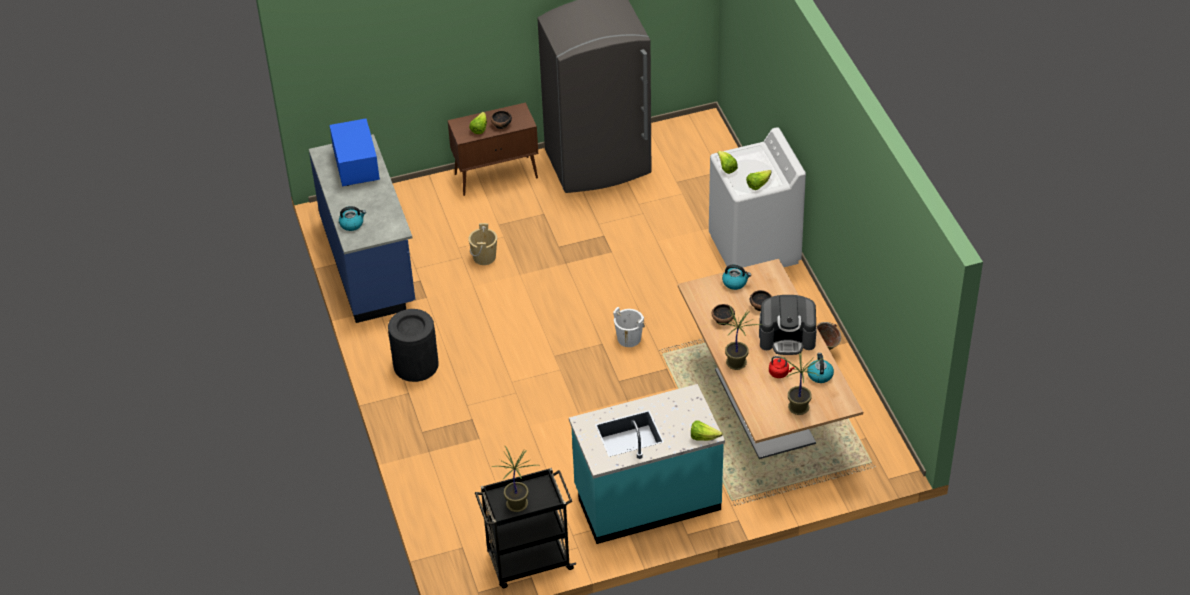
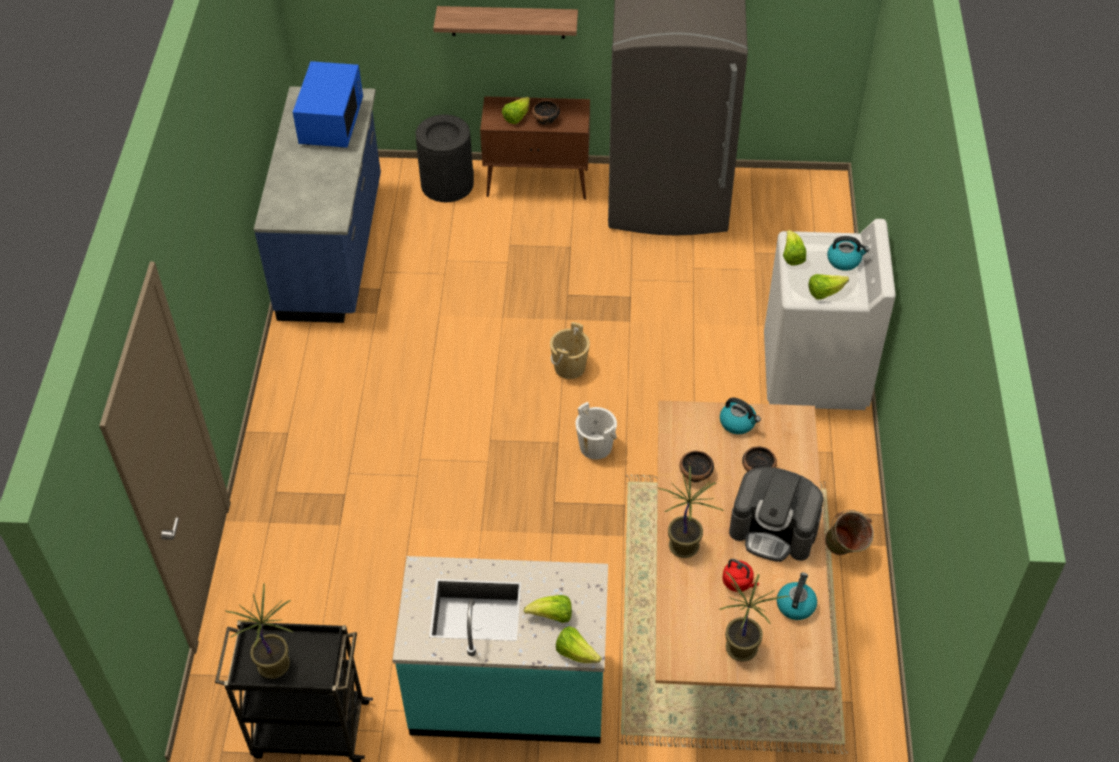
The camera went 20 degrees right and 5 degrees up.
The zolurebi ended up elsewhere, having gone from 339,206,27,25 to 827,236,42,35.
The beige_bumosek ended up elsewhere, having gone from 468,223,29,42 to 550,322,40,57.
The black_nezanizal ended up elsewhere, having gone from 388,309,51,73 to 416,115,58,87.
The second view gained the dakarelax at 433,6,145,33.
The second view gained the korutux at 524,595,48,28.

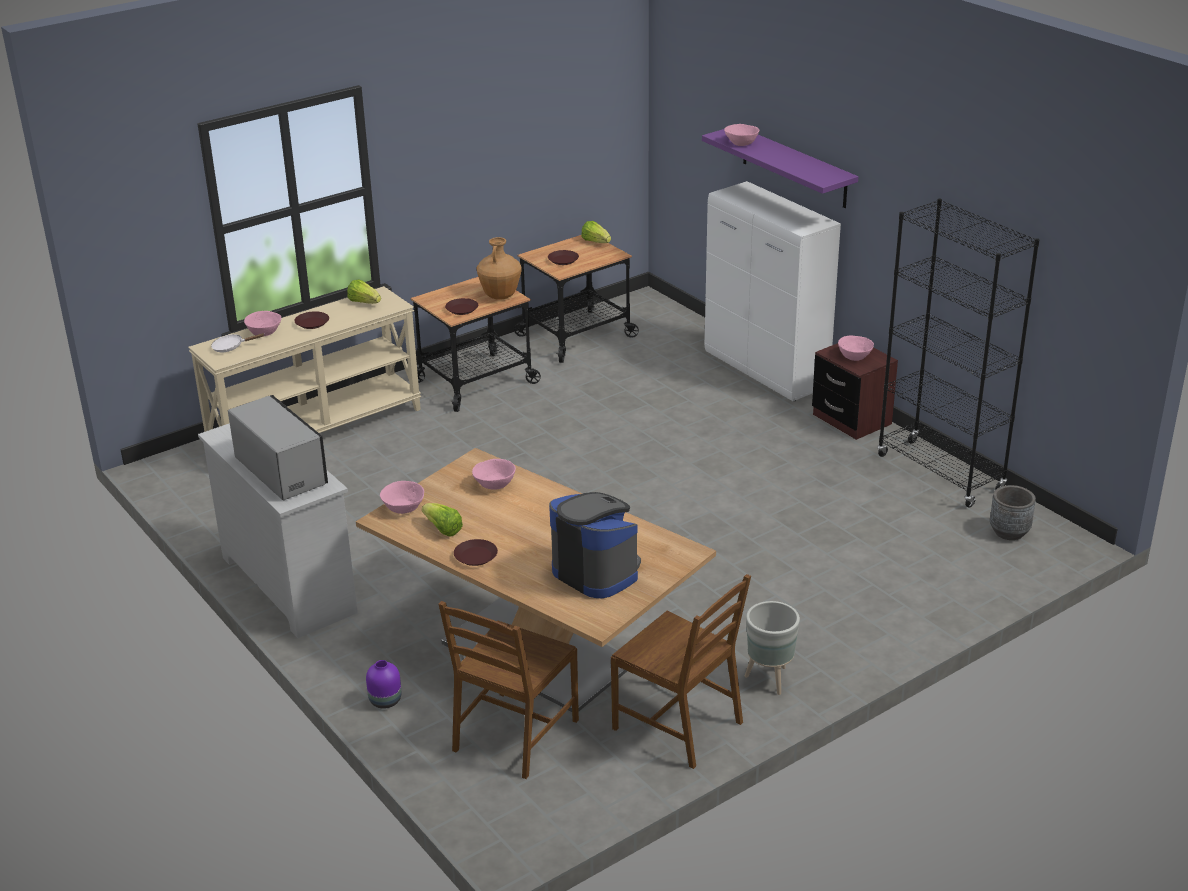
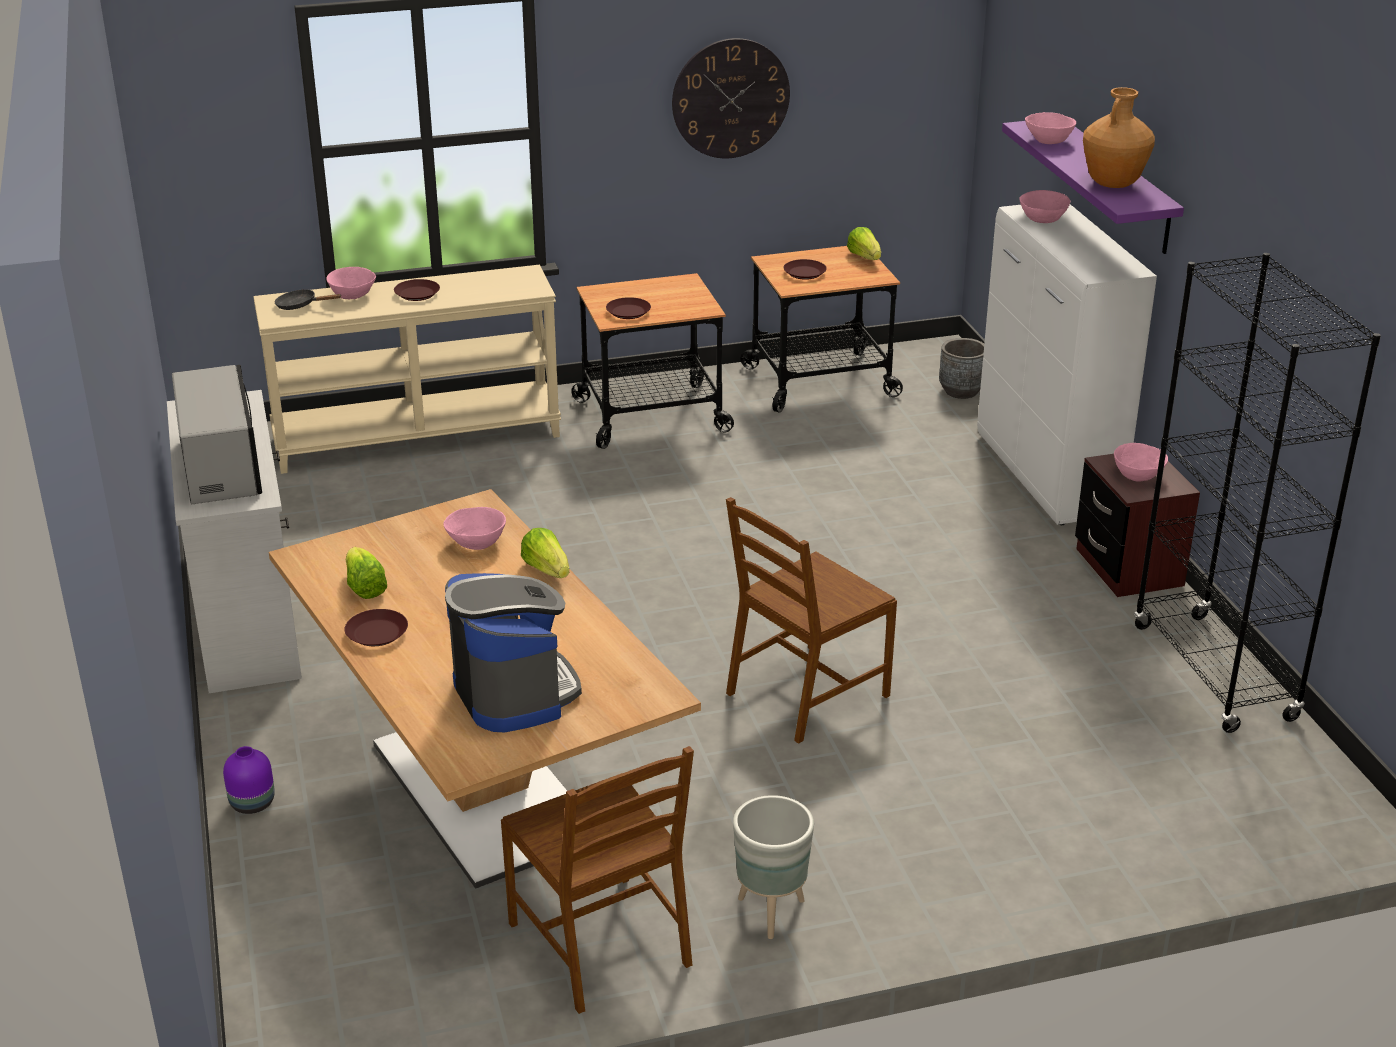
The camera went 20 degrees right and 0 degrees up.
The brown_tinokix ended up elsewhere, having gone from 477,237,45,63 to 1083,87,72,101.
The korutux ended up elsewhere, having gone from 347,279,34,25 to 521,528,49,50.
What was the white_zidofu at 211,333,54,19 turned into the black_zidofu at 275,289,67,21.
The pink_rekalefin ended up elsewhere, having gone from 380,481,44,33 to 1019,190,51,33.
The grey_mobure ended up elsewhere, having gone from 990,485,46,55 to 939,338,45,61.
The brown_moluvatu ended up elsewhere, having gone from 439,601,140,178 to 726,497,171,247.
The second view gained the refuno at 672,38,118,120.

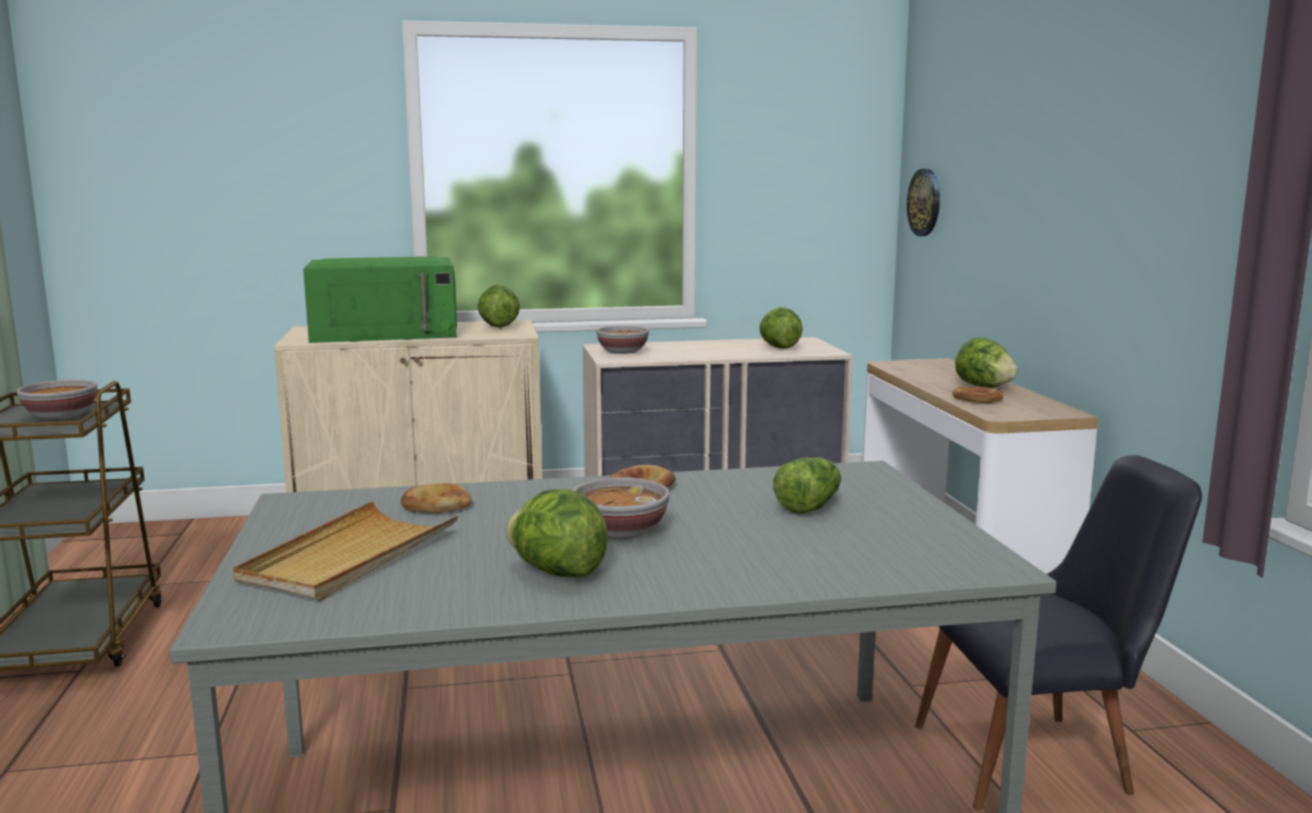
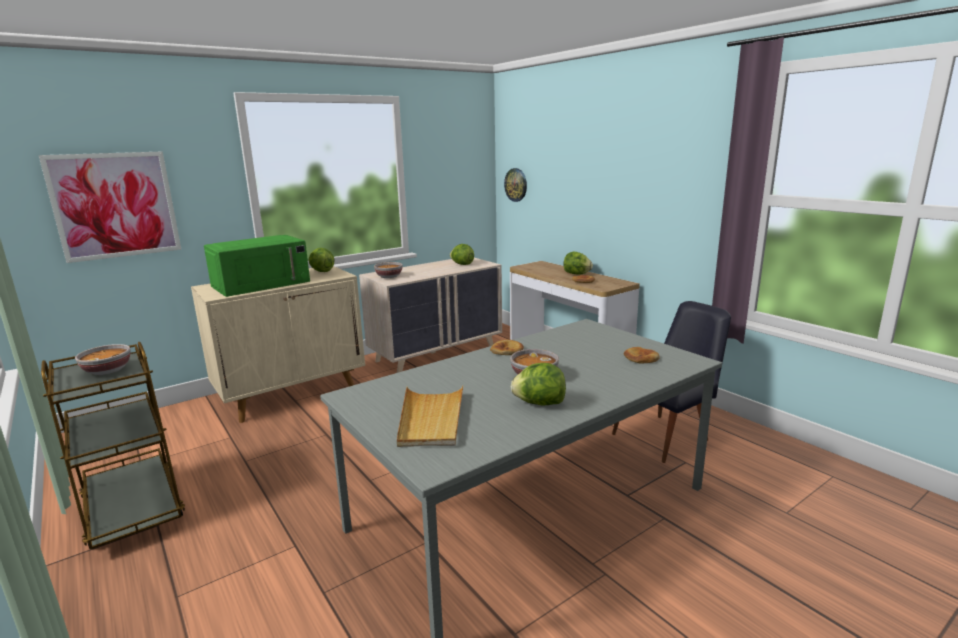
The camera went 25 degrees left and 5 degrees up.
The second view lost the korutux at 773,457,68,57.
The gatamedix ended up elsewhere, having gone from 401,483,71,30 to 624,347,35,17.
The second view gained the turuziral at 39,151,142,112.

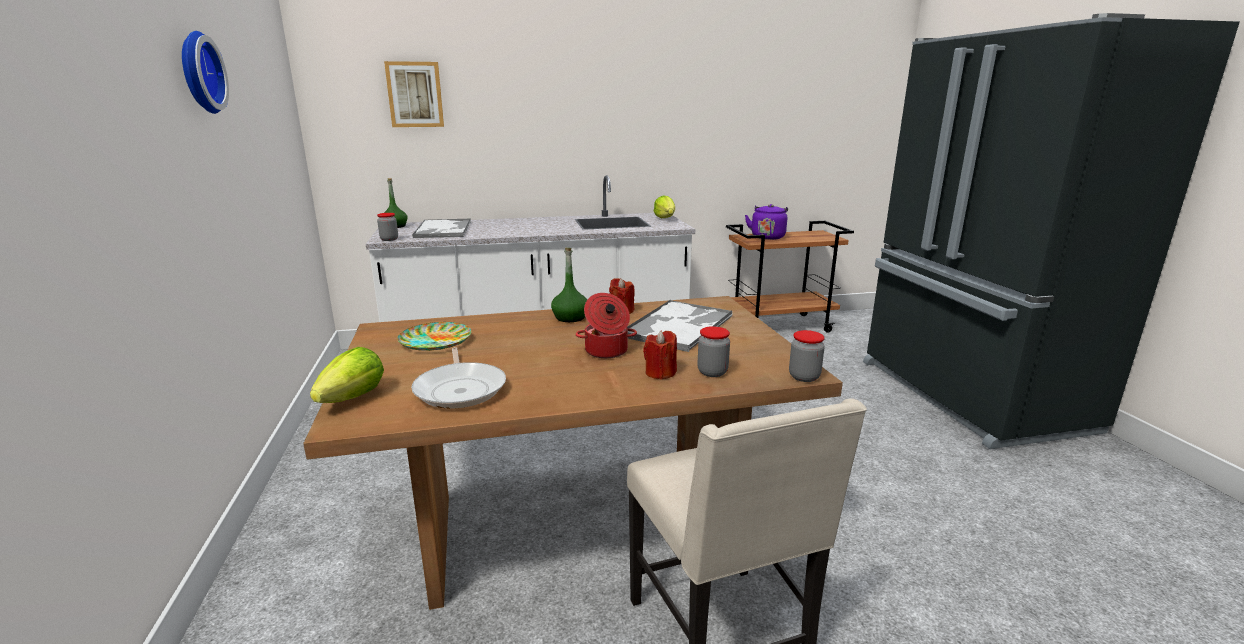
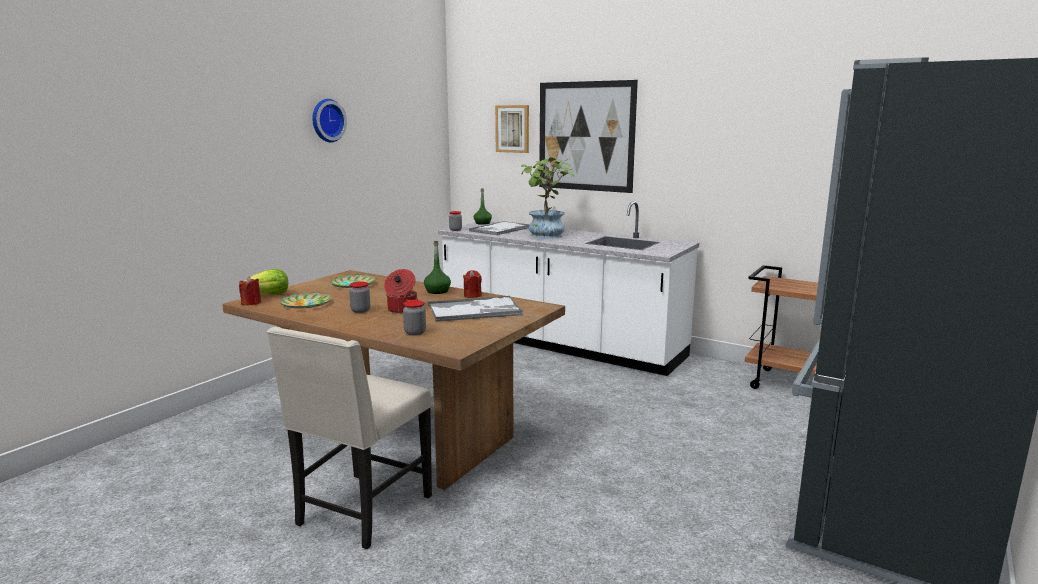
The camera went 45 degrees right and 5 degrees down.
The second view lost the korutux at 653,195,22,23.
The second view lost the purple_zolurebi at 745,204,43,36.
The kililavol ended up elsewhere, having gone from 789,330,36,52 to 349,282,21,31.
The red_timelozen ended up elsewhere, having gone from 643,331,34,49 to 239,276,22,29.
Where the zidofu stood at 411,347,95,61, the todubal came to stand at 280,293,52,16.
The second view gained the turuziral at 539,80,99,113.
The second view gained the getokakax at 521,157,54,81.

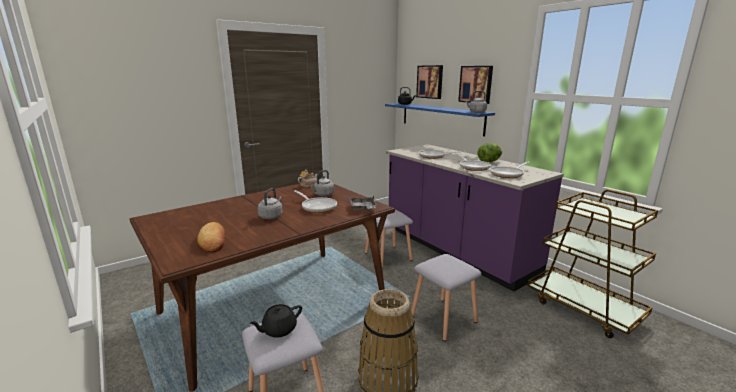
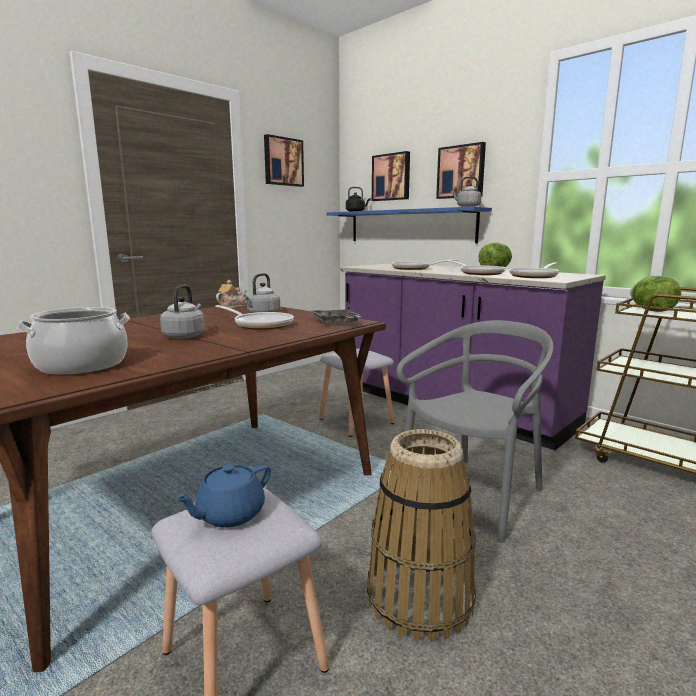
The camera went 10 degrees left and 5 degrees down.
Where the gatamedix stood at 197,222,29,30, the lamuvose came to stand at 17,307,113,68.
Where the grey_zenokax stood at 412,254,69,87, the grey_moluvatu came to stand at 397,320,157,223.
What was the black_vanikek at 249,304,53,34 turned into the blue_vanikek at 174,464,97,64.
The second view gained the turuziral at 264,134,40,53.
The second view gained the korutux at 630,276,51,36.

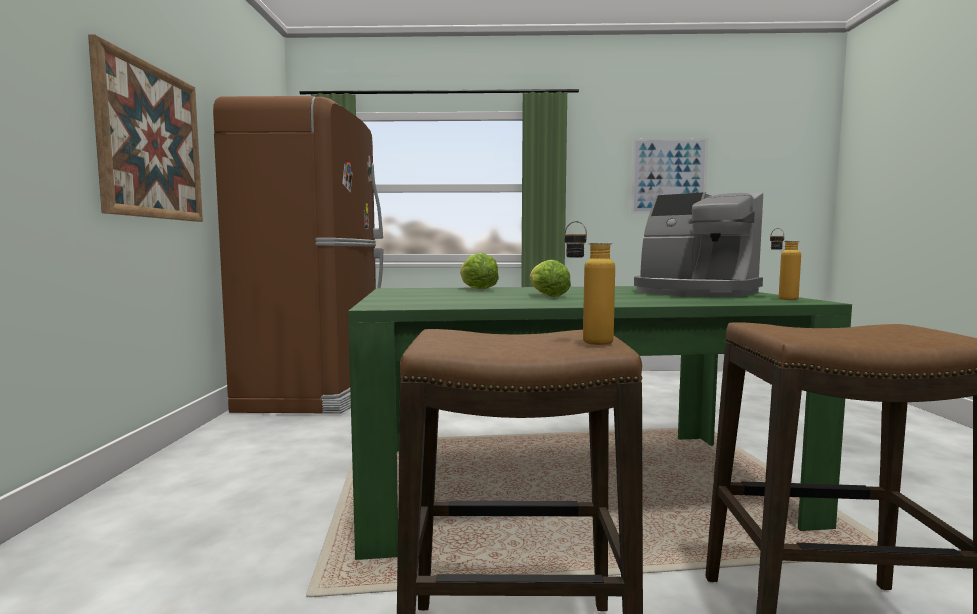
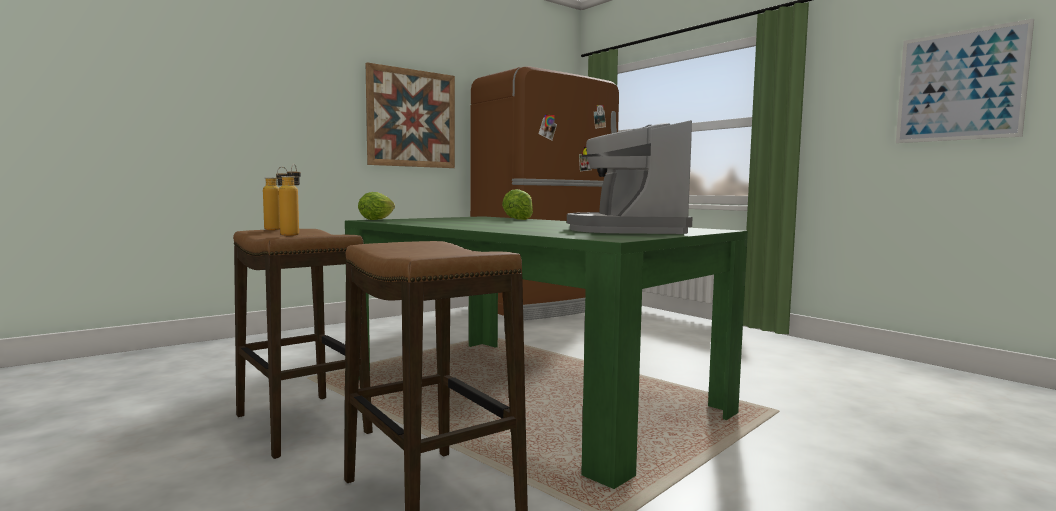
The camera went 50 degrees right and 0 degrees up.
The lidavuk ended up elsewhere, having gone from 770,228,31,72 to 263,167,24,63.
The korutux ended up elsewhere, having gone from 530,260,41,37 to 358,192,37,28.

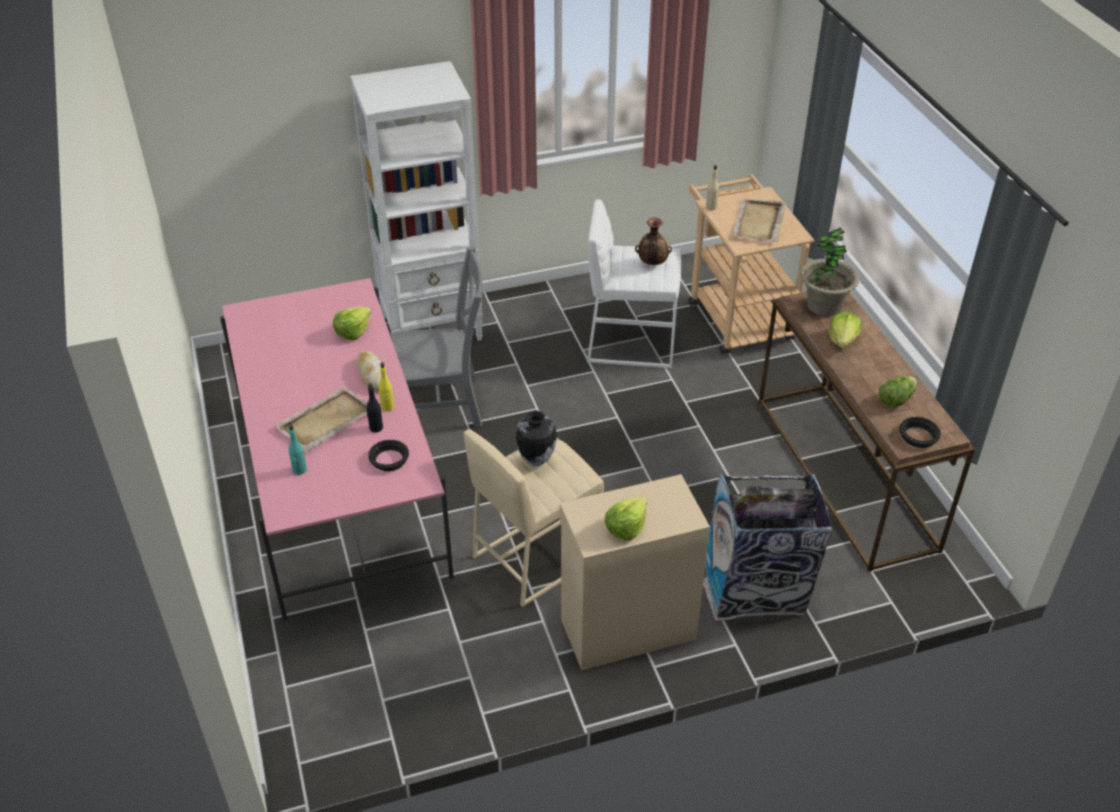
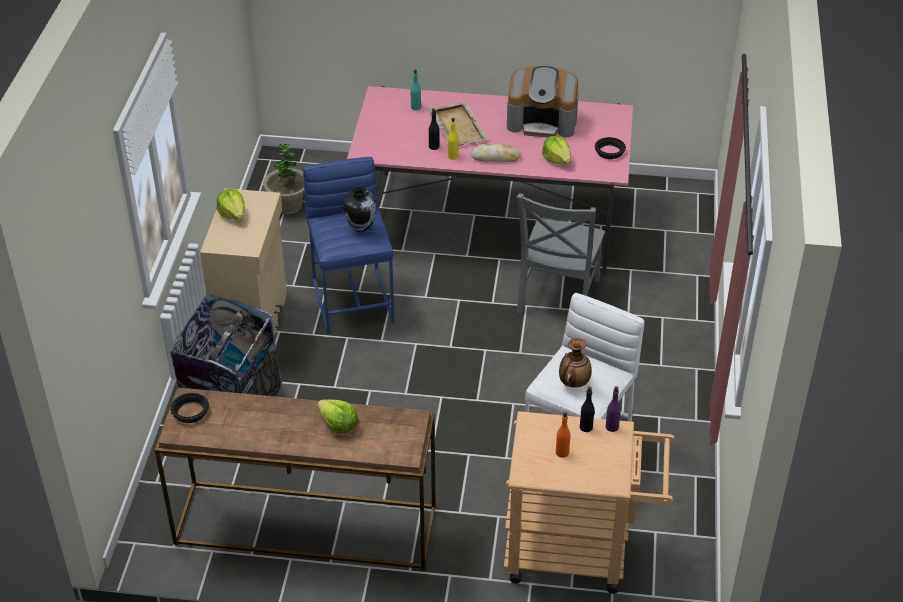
The camera went 115 degrees right and 0 degrees up.
The second view lost the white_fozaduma at 350,61,133,280.
What was the beige_lidavuk at 706,165,13,46 turned into the purple_lidavuk at 606,386,15,46.
Where the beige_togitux stood at 732,198,54,44, the orange_lidavuk came to stand at 556,412,14,46.
The getokakax ended up elsewhere, having gone from 800,227,59,89 to 263,144,41,70.
The second view lost the korutux at 878,376,39,32.
What was the beige_zenokax at 464,429,140,178 turned into the blue_zenokax at 303,157,91,177.
The black_rekalefin ended up elsewhere, having gone from 368,440,41,31 to 595,137,31,22.
The second view gained the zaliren at 507,66,71,72.
The second view gained the black_lidavuk at 580,386,15,46.

